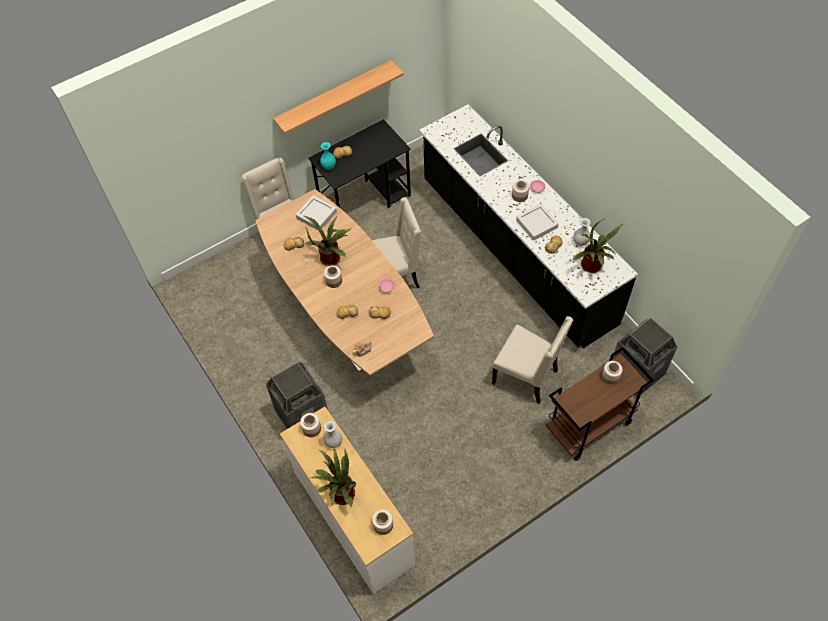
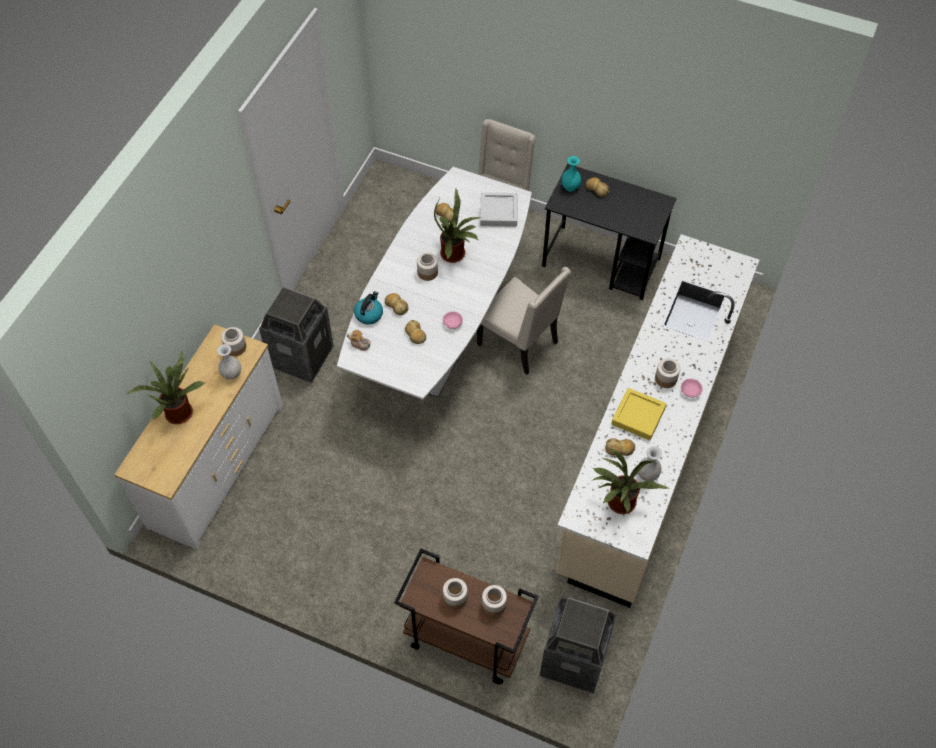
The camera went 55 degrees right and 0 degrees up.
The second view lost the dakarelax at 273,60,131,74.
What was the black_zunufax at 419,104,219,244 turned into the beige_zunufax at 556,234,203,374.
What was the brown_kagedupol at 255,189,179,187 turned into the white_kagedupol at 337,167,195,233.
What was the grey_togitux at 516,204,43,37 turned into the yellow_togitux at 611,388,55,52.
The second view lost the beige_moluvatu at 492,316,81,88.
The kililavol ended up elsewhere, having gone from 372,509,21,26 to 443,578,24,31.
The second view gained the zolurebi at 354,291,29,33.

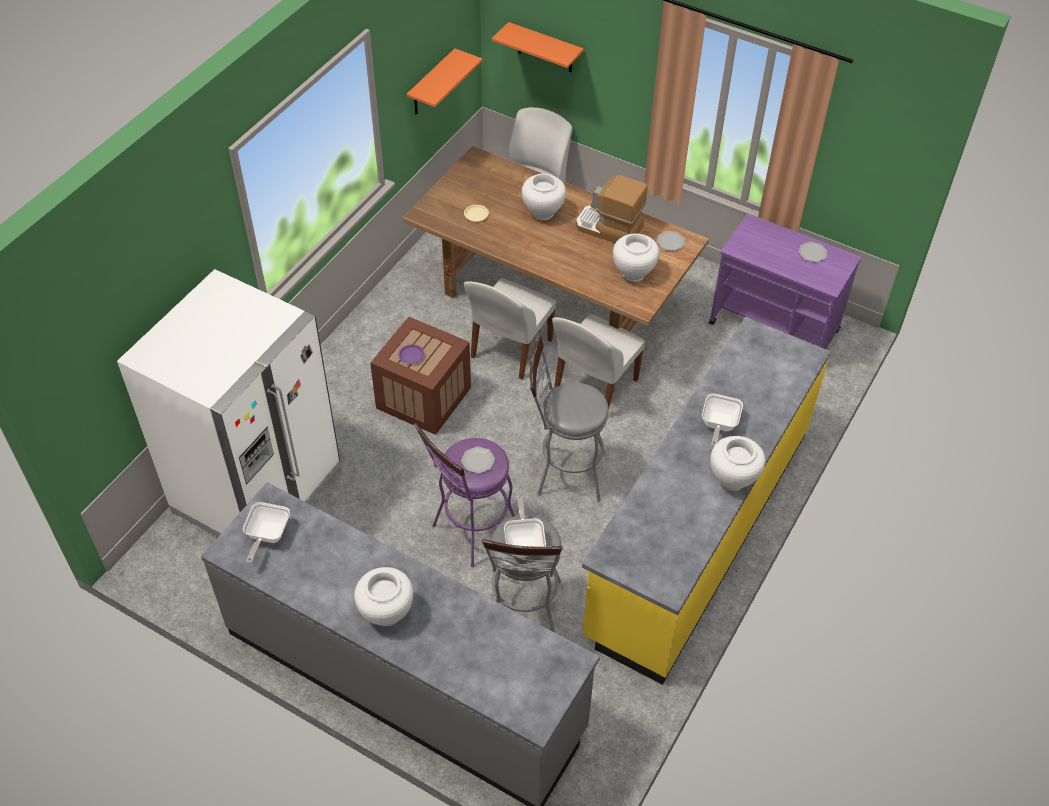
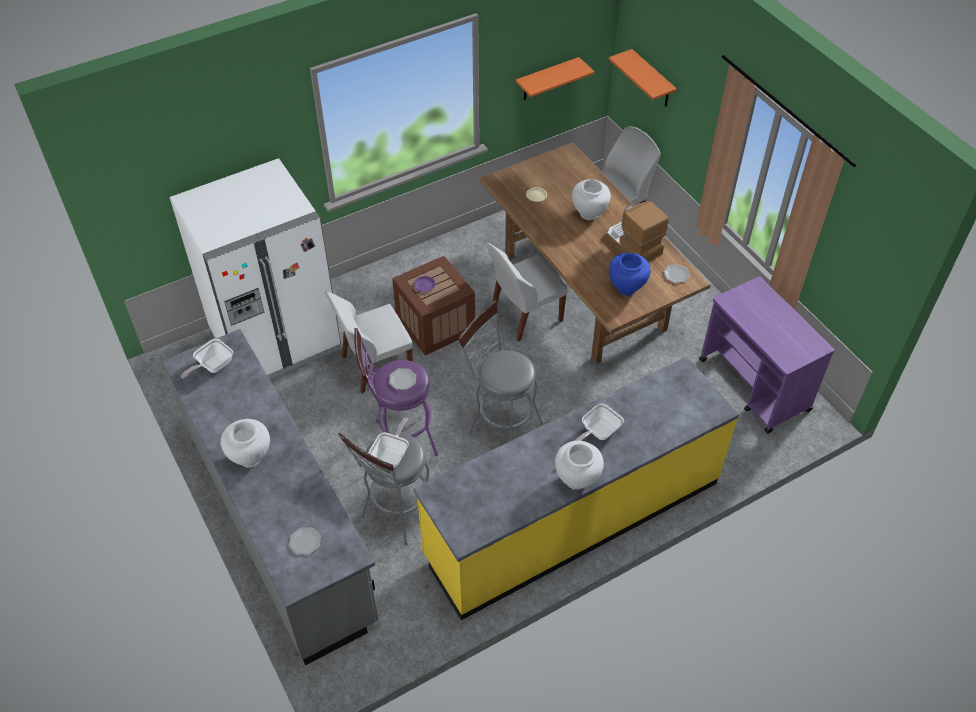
The camera went 30 degrees right and 0 degrees up.
What was the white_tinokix at 613,233,46,49 turned into the blue_tinokix at 609,253,42,43.
The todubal ended up elsewhere, having gone from 798,242,30,20 to 289,527,32,28.
The white_moluvatu ended up elsewhere, having gone from 552,314,93,93 to 325,291,88,102.

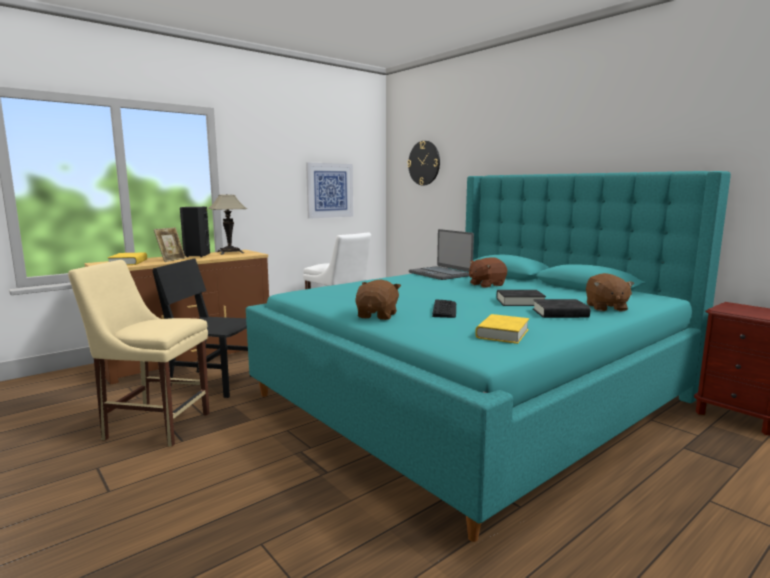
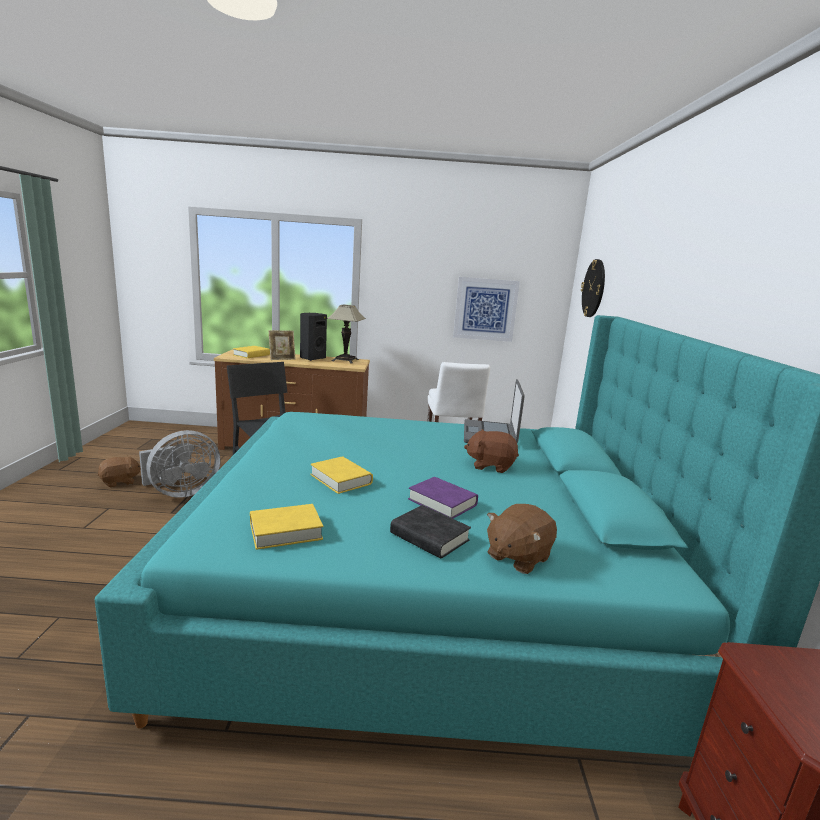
The camera went 40 degrees right and 5 degrees up.
Where the beige_moluvatu stood at 68,260,142,187, the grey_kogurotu came to stand at 139,430,82,68.
The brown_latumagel ended up elsewhere, having gone from 355,279,46,41 to 98,455,43,33.
What was the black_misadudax at 496,290,50,16 turned into the purple_misadudax at 408,477,70,42.
Where the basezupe stood at 432,299,24,19, the yellow_misadudax came to stand at 310,456,63,38.

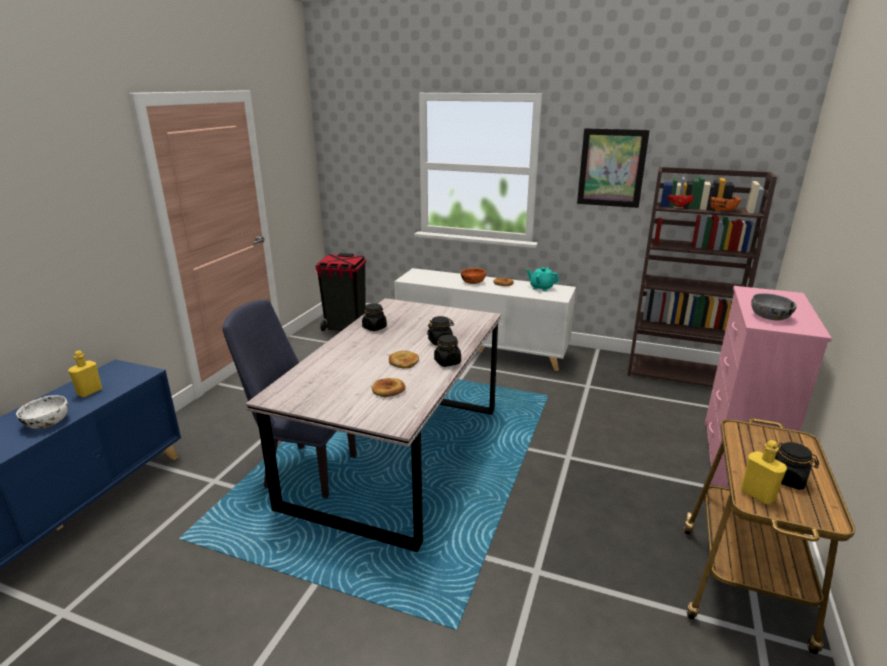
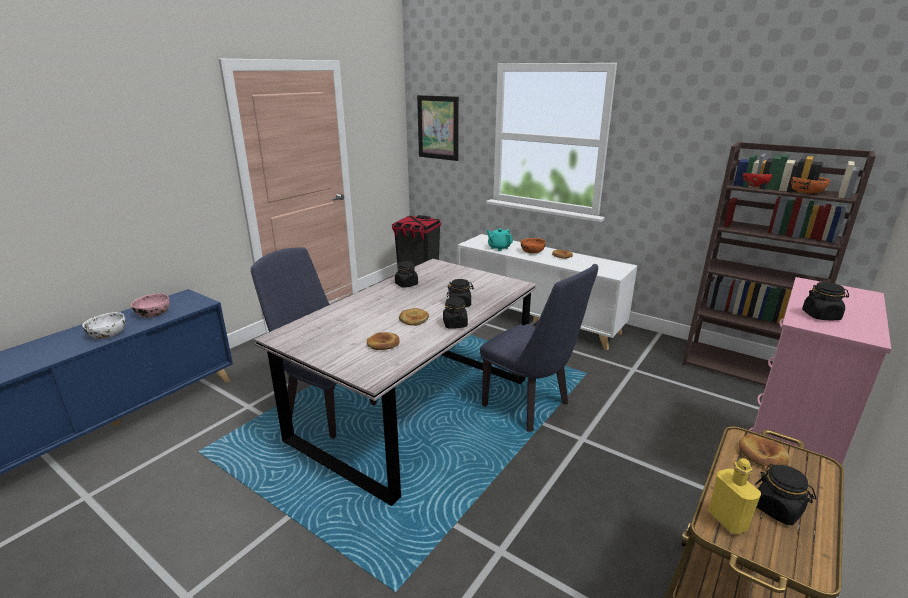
The camera went 15 degrees right and 0 degrees up.
The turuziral ended up elsewhere, having gone from 577,128,73,80 to 417,95,42,66.
The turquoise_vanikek ended up elsewhere, having gone from 526,267,33,24 to 487,228,26,23.
Where the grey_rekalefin stood at 751,293,46,28, the black_kililavol came to stand at 802,282,47,38.
Where the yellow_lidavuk stood at 68,351,34,46, the pink_rekalefin came to stand at 131,293,39,24.
The second view gained the blue_moluvatu at 480,264,118,168.
The second view gained the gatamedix at 739,434,50,34.

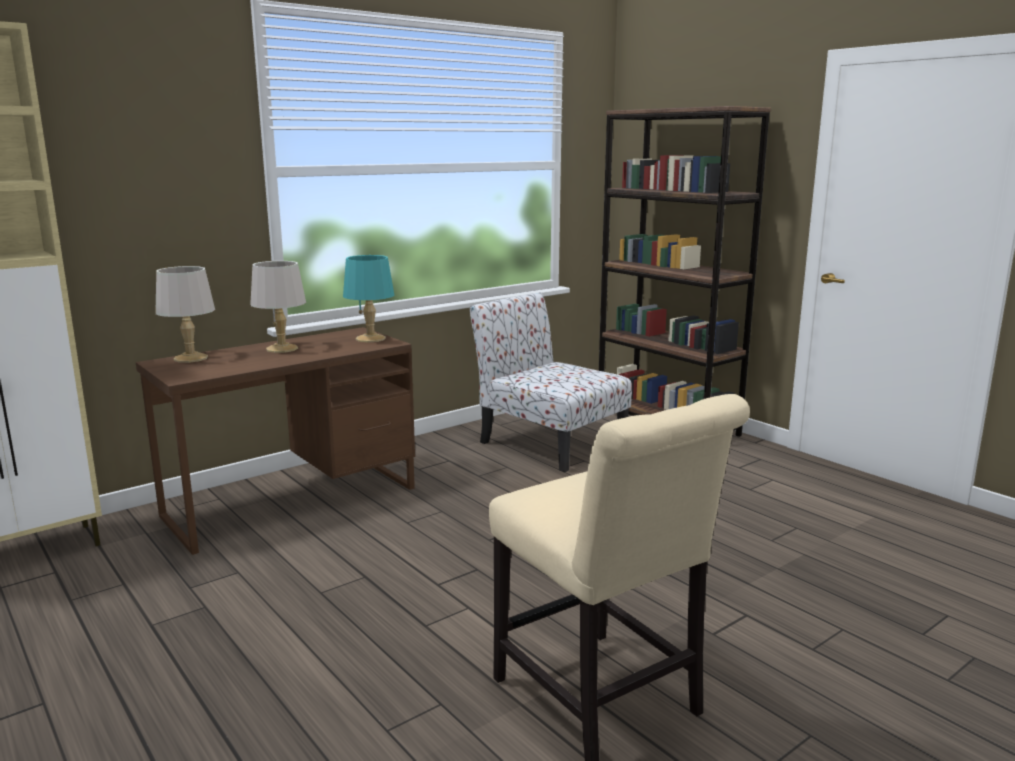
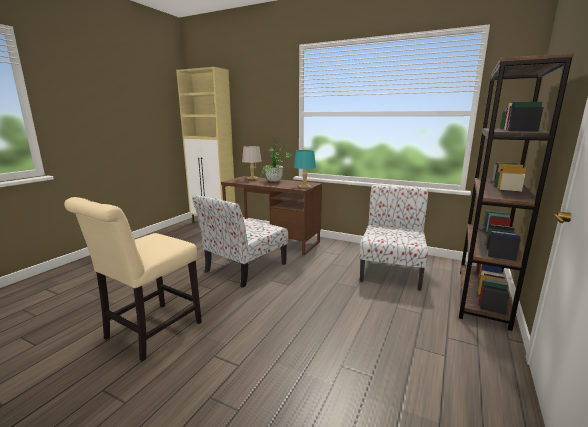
The camera went 65 degrees right and 0 degrees up.
Where the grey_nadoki stood at 250,261,56,92, the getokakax came to stand at 261,133,32,49.
The second view gained the moluvatu at 192,195,96,93.

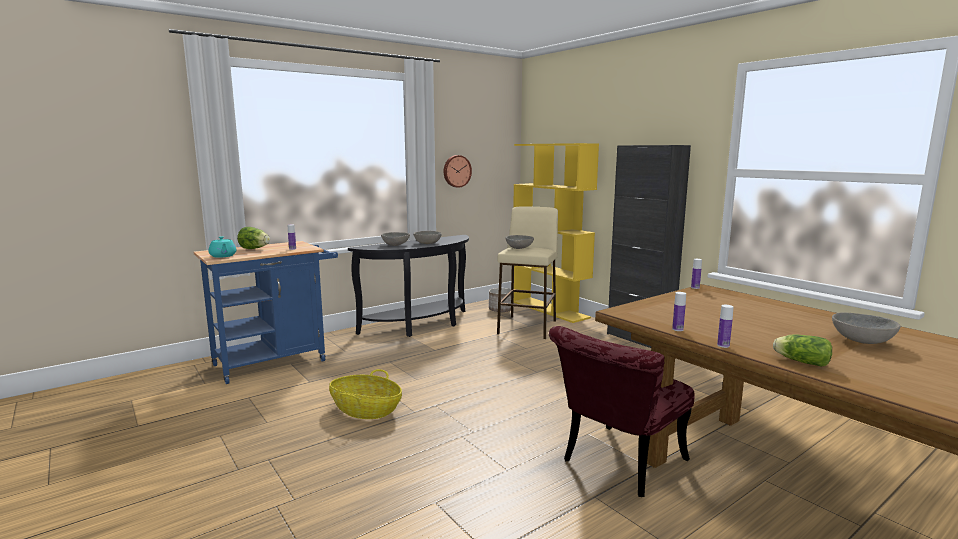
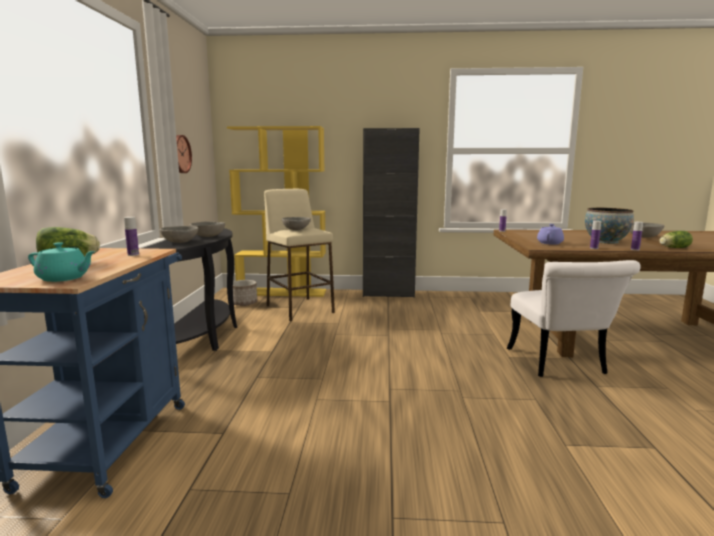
The camera went 50 degrees left and 0 degrees up.
What was the red_moluvatu at 549,326,145,171 turned into the white_moluvatu at 507,260,134,117.
The second view lost the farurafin at 329,369,73,50.
The second view gained the rekalefin at 585,208,49,36.
The second view gained the purple_vanikek at 537,224,27,21.

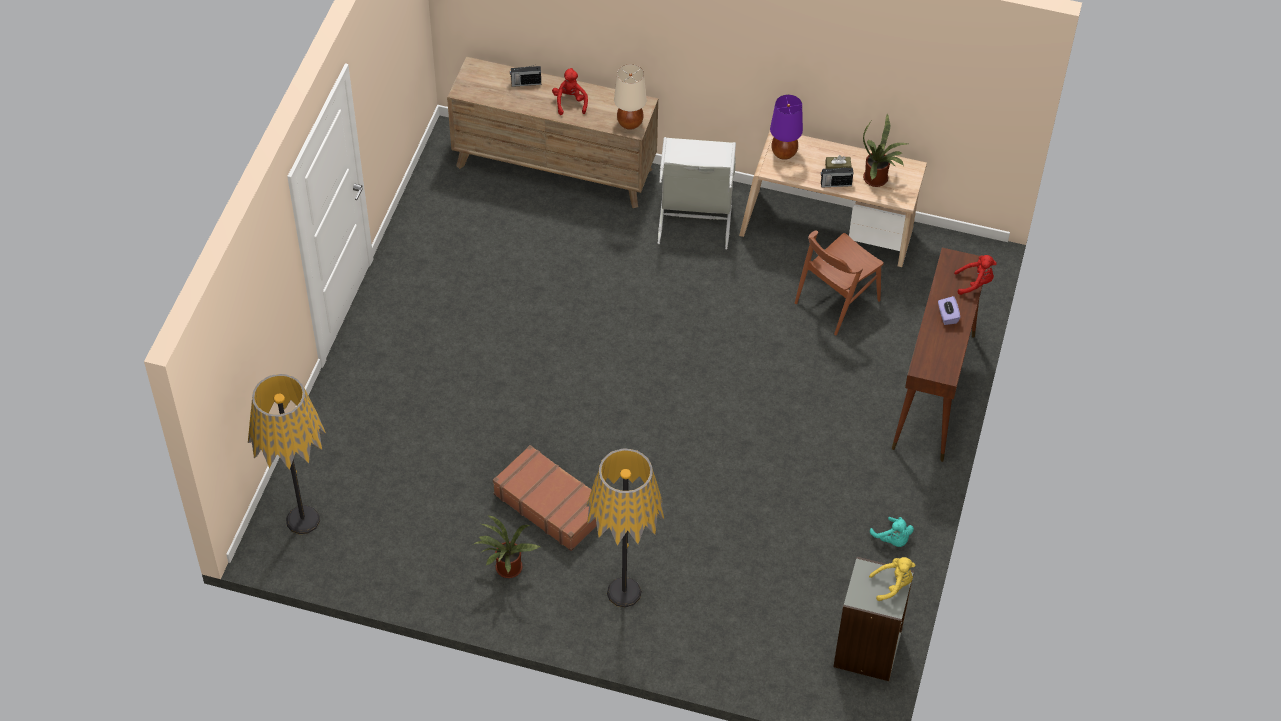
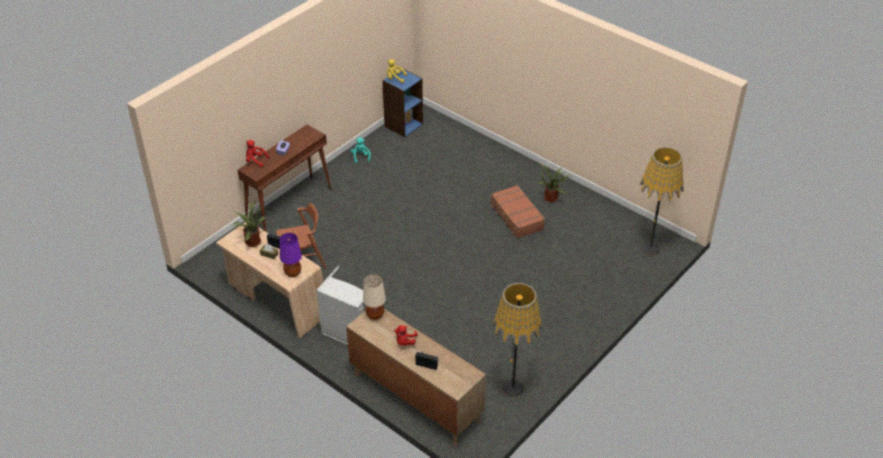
The camera went 155 degrees left and 10 degrees down.
The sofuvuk ended up elsewhere, having gone from 586,448,78,160 to 492,283,50,114.
What was the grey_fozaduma at 833,557,81,124 turned into the blue_fozaduma at 382,68,41,69.

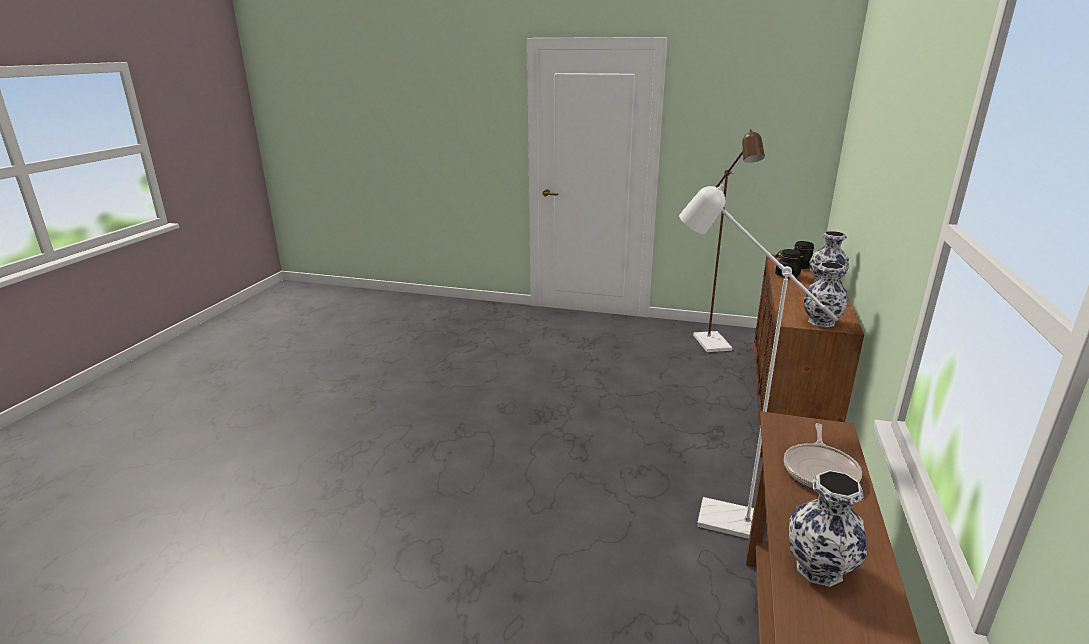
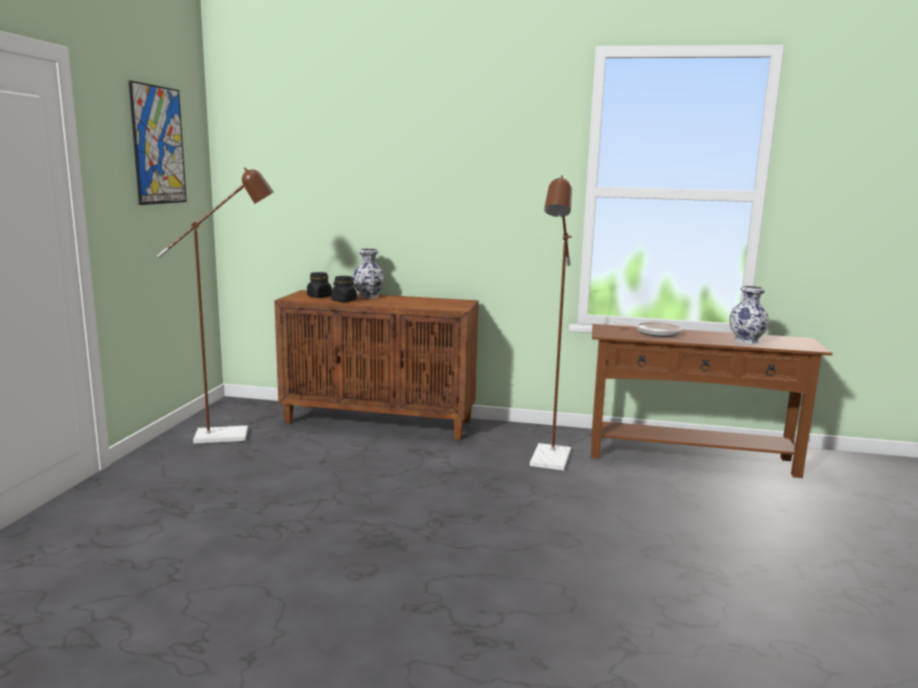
The camera went 95 degrees left and 10 degrees down.
What was the white_sofuvuk at 679,184,159,355 turned into the brown_sofuvuk at 530,176,42,295.
The second view lost the tinokix at 804,262,44,65.
The second view gained the turuziral at 128,80,59,125.

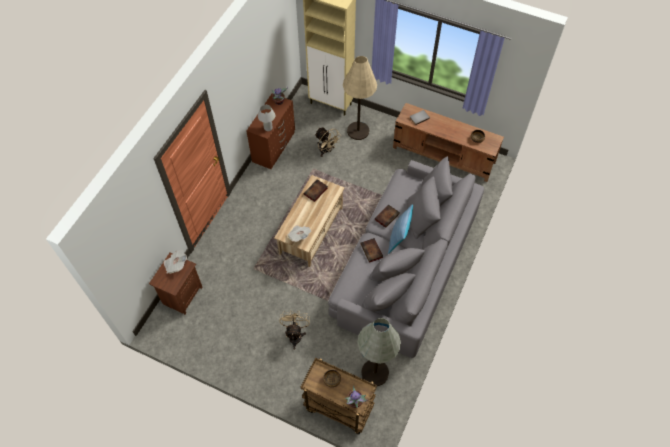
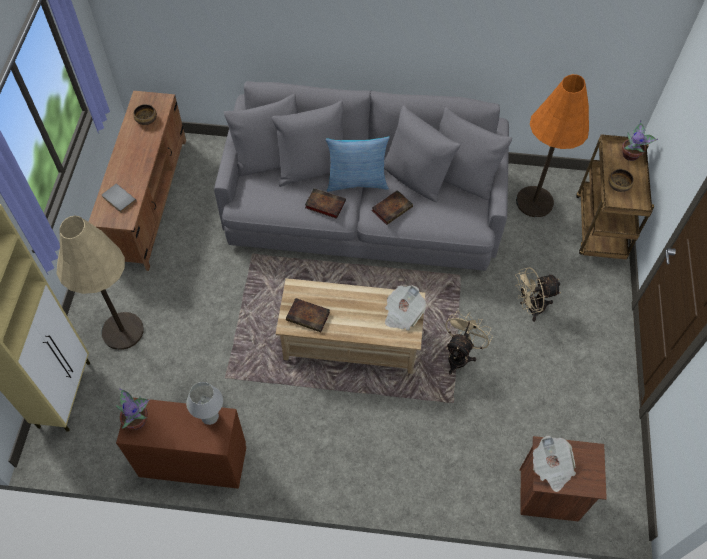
The camera went 110 degrees left and 0 degrees up.
The beige_kogurotu ended up elsewhere, having gone from 315,128,26,29 to 445,312,47,63.
What was the grey_sofuvuk at 357,318,44,68 turned into the orange_sofuvuk at 516,74,73,143.

